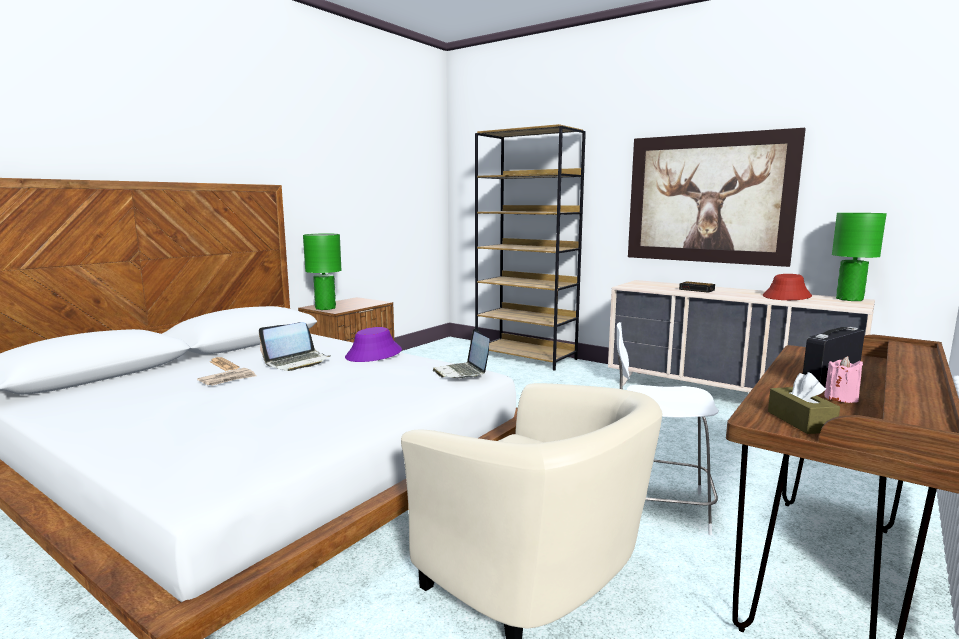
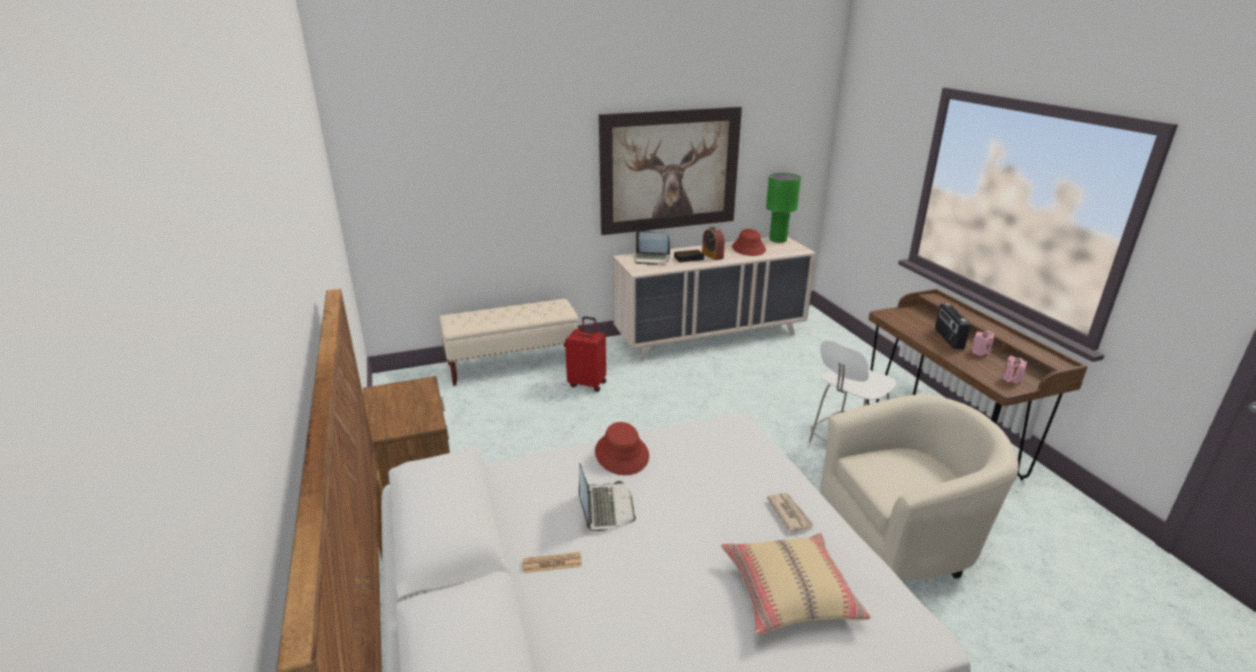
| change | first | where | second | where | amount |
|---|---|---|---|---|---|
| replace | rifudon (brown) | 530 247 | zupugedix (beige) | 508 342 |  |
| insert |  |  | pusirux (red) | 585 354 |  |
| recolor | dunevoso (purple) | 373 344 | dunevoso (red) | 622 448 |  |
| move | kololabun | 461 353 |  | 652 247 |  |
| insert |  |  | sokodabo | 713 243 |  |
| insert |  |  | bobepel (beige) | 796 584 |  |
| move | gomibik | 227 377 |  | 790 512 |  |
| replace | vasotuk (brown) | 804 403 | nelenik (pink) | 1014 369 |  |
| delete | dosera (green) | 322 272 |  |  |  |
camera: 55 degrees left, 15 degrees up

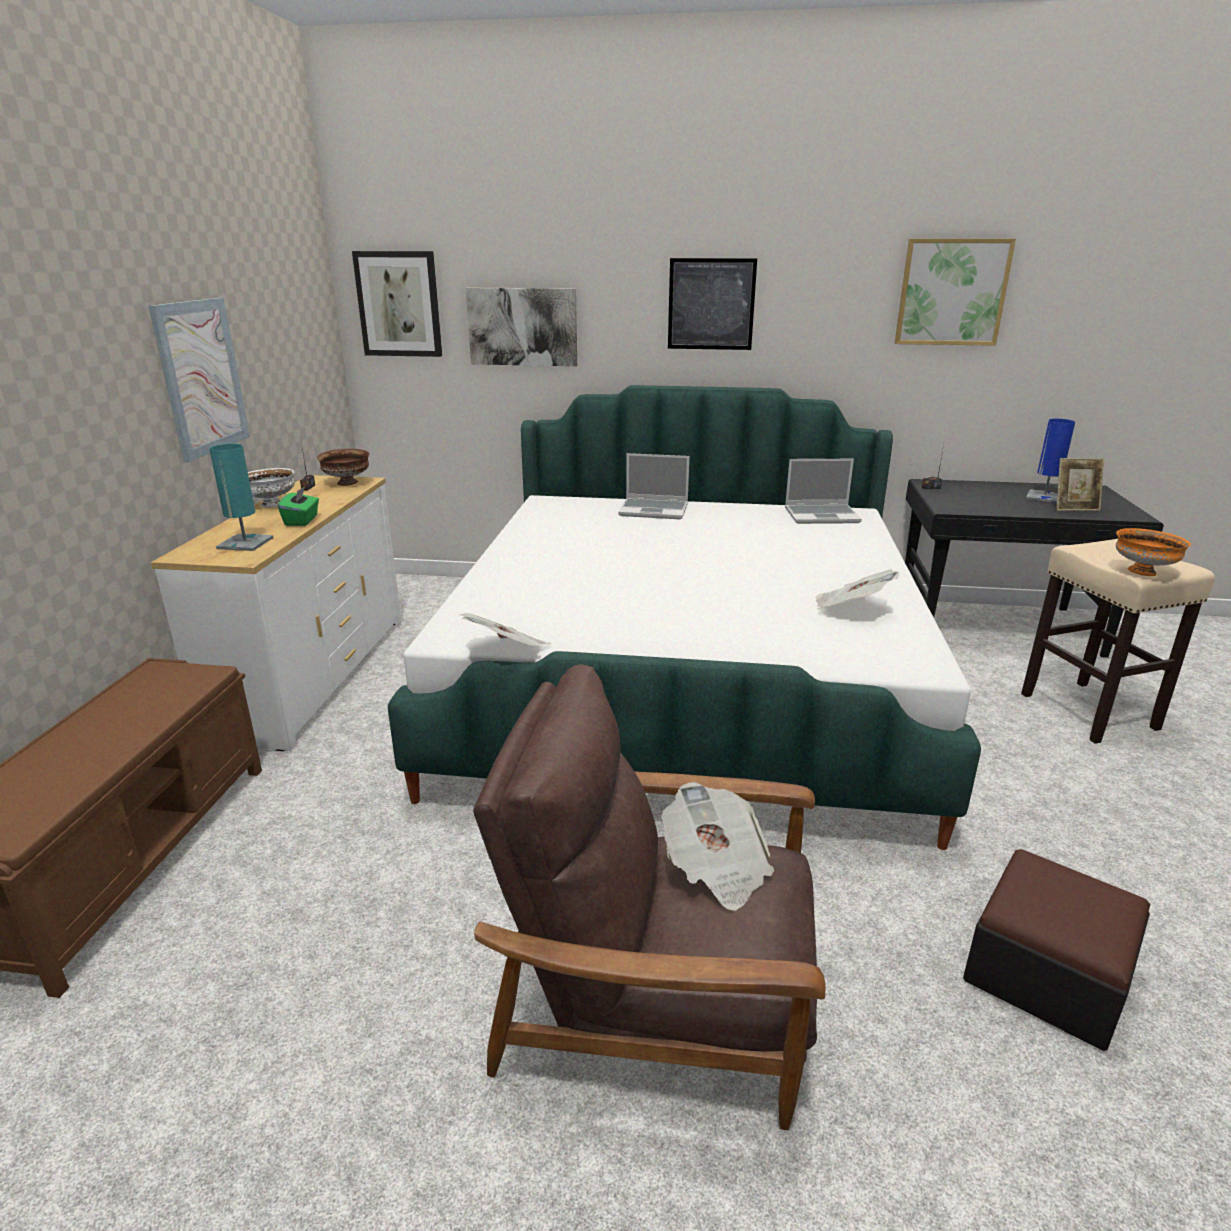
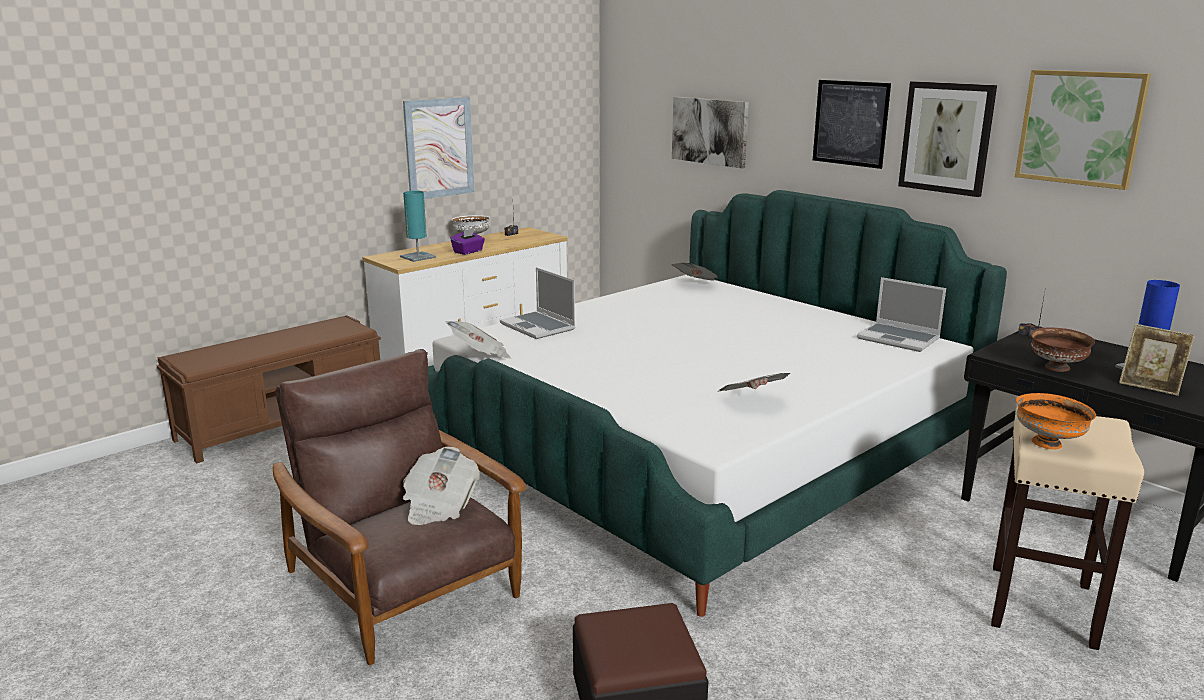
| change | first | where | second | where | amount |
|---|---|---|---|---|---|
| recolor | vasotuk (green) | 298 506 | vasotuk (purple) | 467 241 |  |
| move | kololabun | 654 486 |  | 538 303 |  |
| insert |  |  | gomibik | 694 272 |  |
| move | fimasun | 397 304 |  | 947 139 |  |
| move | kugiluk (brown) | 343 467 |  | 1063 349 |  |
camera: 40 degrees right, 5 degrees down

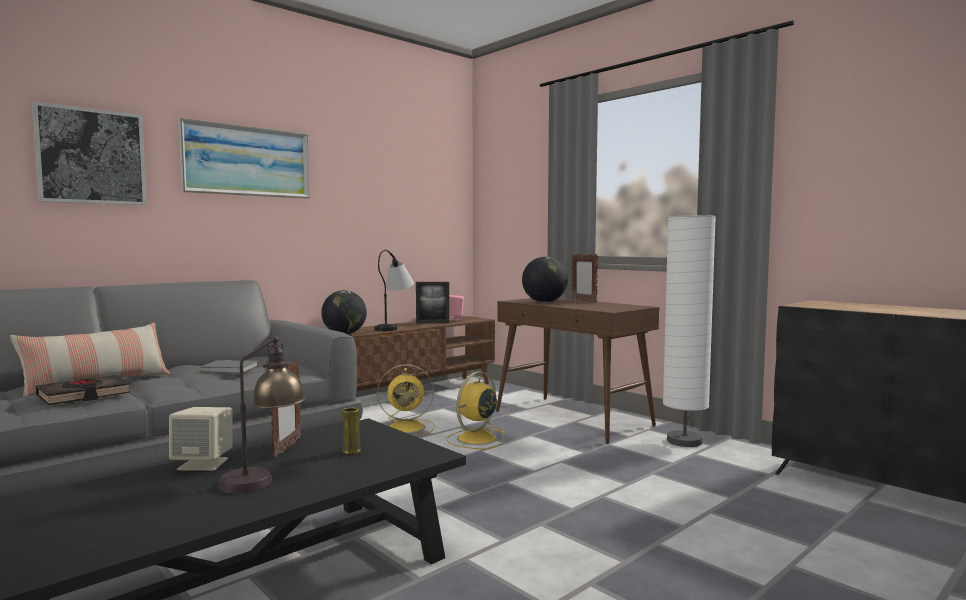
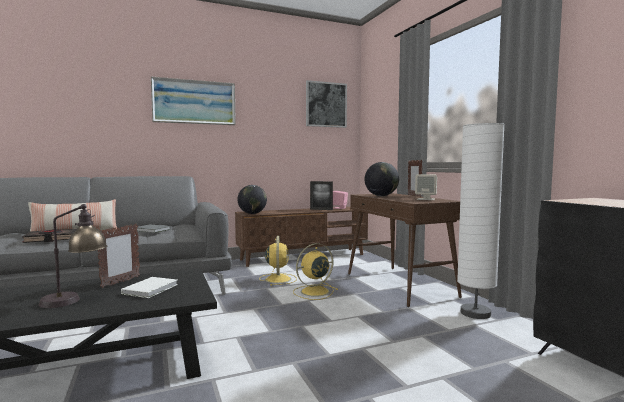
| change | first | where | second | where | amount |
|---|---|---|---|---|---|
| replace | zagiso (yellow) | 351 431 | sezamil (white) | 149 287 |  |
| rotate | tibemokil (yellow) | 406 400 |  | 278 261 | 105 degrees counterclockwise |
| move | fimasun | 89 153 |  | 326 104 |  |
| move | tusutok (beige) | 201 439 |  | 426 187 |  |
| delete | dosera | 394 290 |  |  |  |
camera: 20 degrees right, 0 degrees up

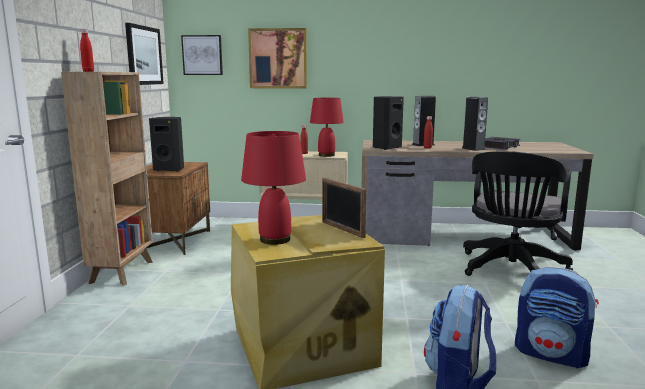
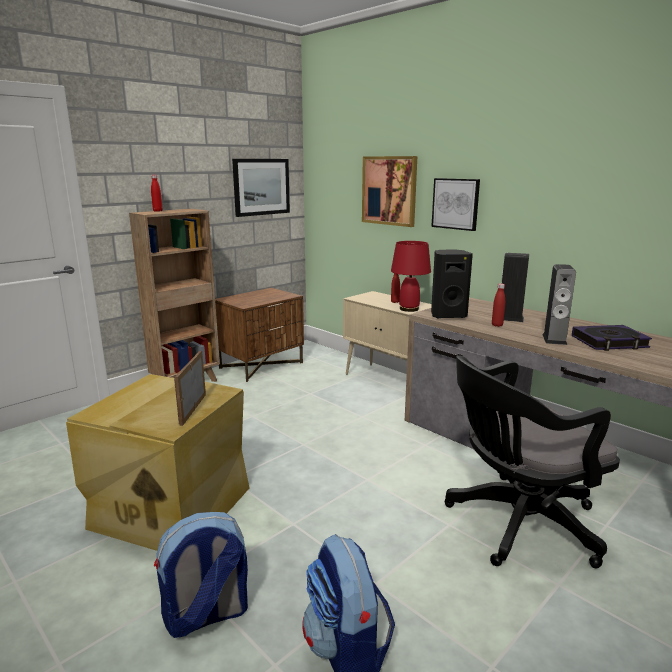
| change | first | where | second | where | amount |
|---|---|---|---|---|---|
| move | fimasun | 202 55 |  | 455 204 |  |
| delete | tusutok (black) | 166 144 |  |  |  |
| delete | dosera (red) | 273 188 |  |  |  |
camera: 40 degrees right, 5 degrees up

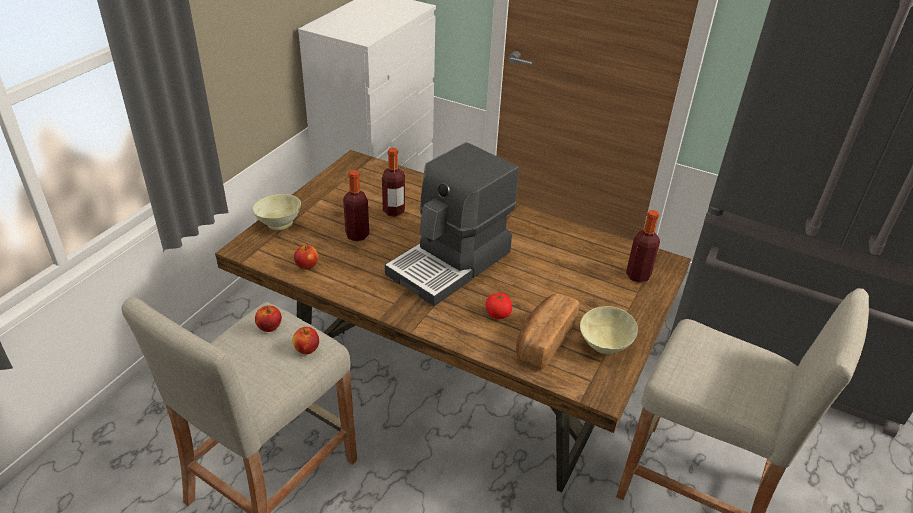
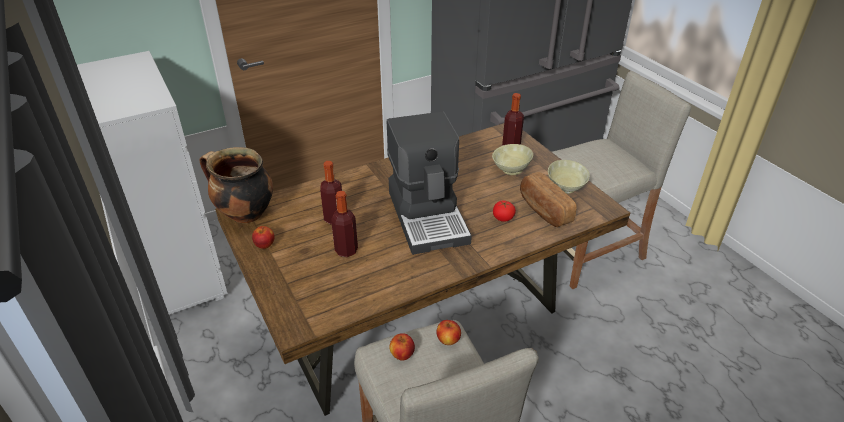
| change | first | where | second | where | amount |
|---|---|---|---|---|---|
| insert |  |  | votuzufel | 236 185 |  |
| move | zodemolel | 306 257 |  | 263 237 |  |
| move | kugiluk (beige) | 276 212 |  | 512 159 |  |
camera: 55 degrees left, 0 degrees up

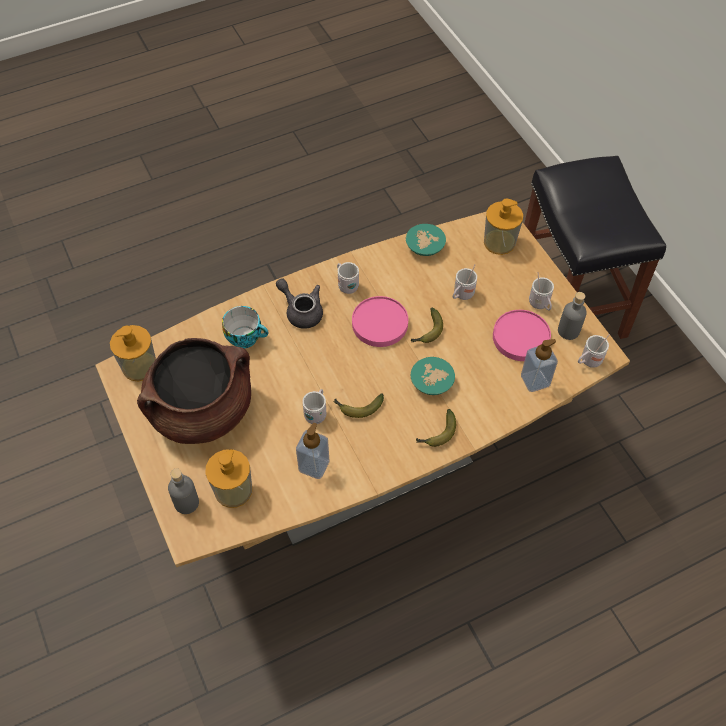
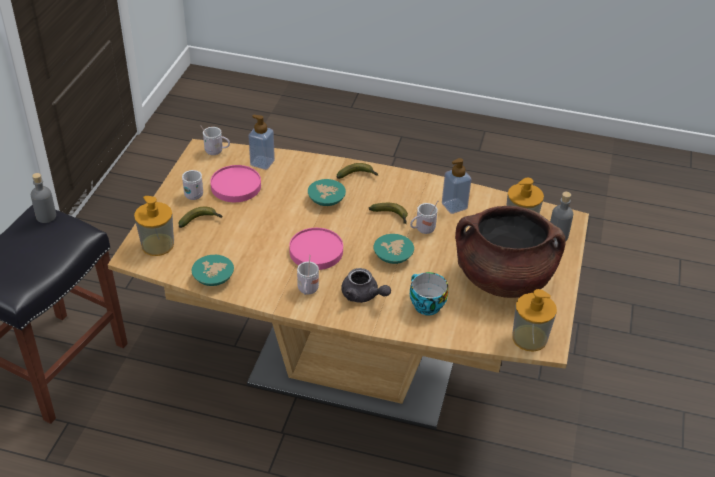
| change | first | where | second | where | amount |
|---|---|---|---|---|---|
| move | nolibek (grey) | 572 316 |  | 43 198 |  |
| move | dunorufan | 427 325 |  | 200 217 |  |
| rotate | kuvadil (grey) | 299 303 |  | 366 285 | 45 degrees counterclockwise |
| insert |  |  | kugiluk (turquoise) | 394 249 |  |
| delete | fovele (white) | 465 282 |  |  |  |
camera: 140 degrees left, 15 degrees down

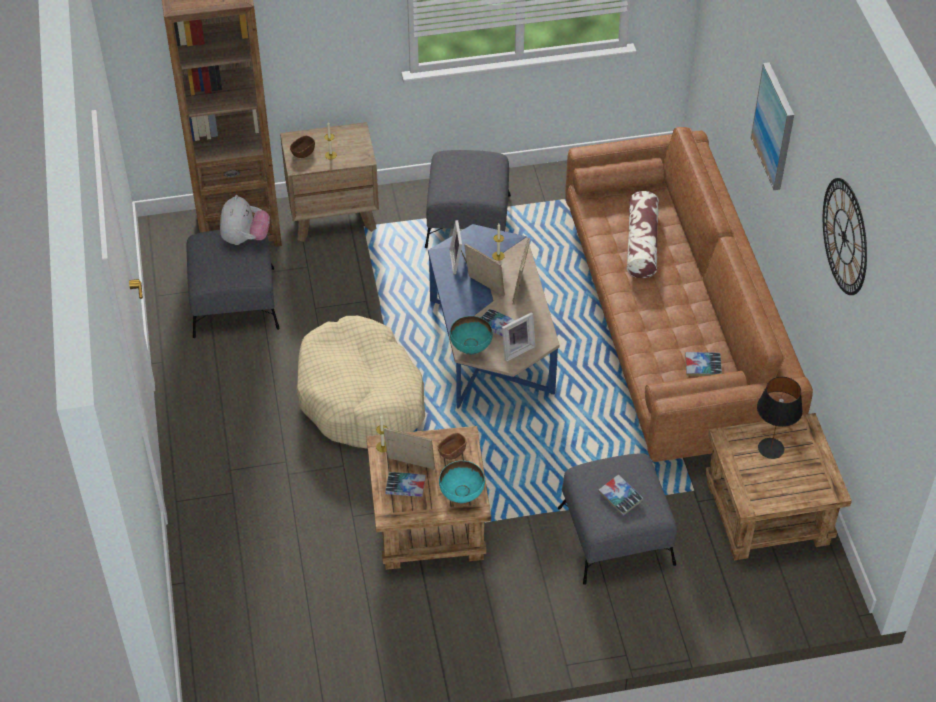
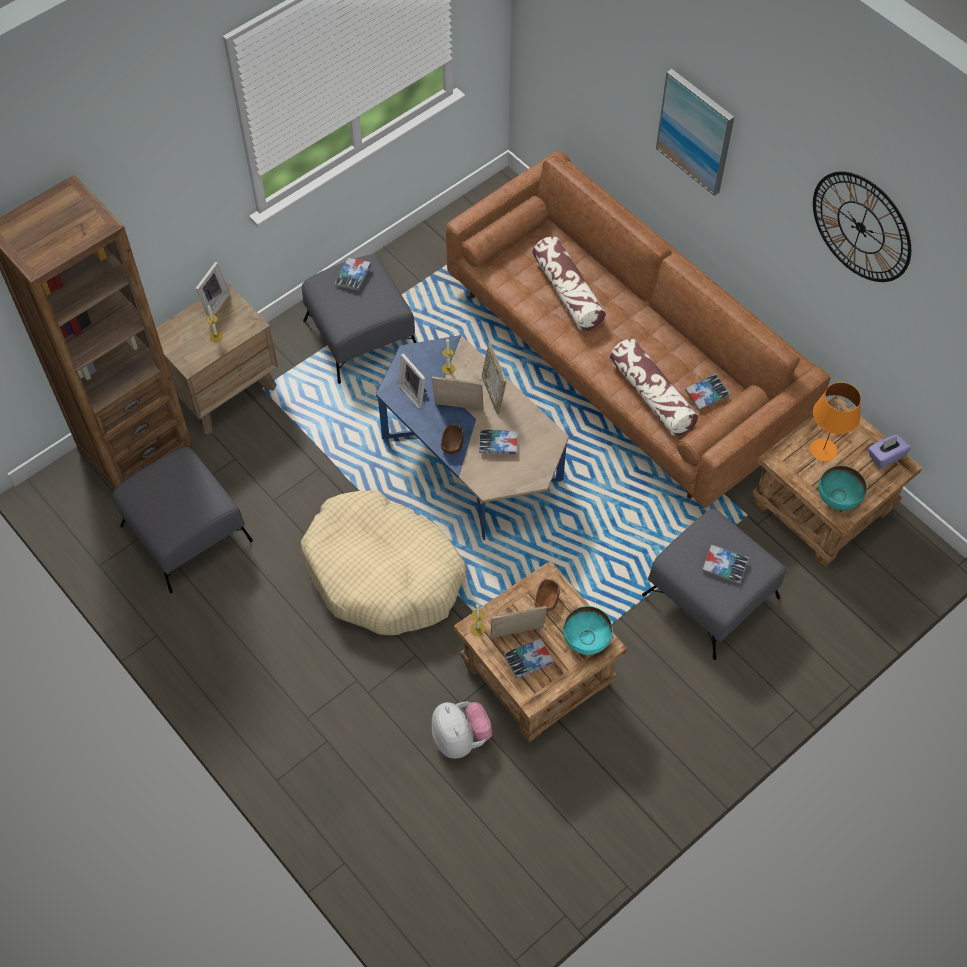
| change | first | where | second | where | amount |
|---|---|---|---|---|---|
| move | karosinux | 519 337 |  | 212 289 |  |
| insert |  |  | sezamil | 353 274 |  |
| move | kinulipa | 245 220 |  | 462 730 |  |
| move | kugiluk (brown) | 302 147 |  | 452 439 |  |
| insert |  |  | bobepel | 654 387 |  |
| recolor | dosera (black) | 780 418 | dosera (orange) | 835 421 |  |
| move | kugiluk (turquoise) | 471 335 |  | 842 488 |  |
| insert |  |  | vasotuk (purple) | 889 451 |  |
camera: 30 degrees left, 10 degrees up

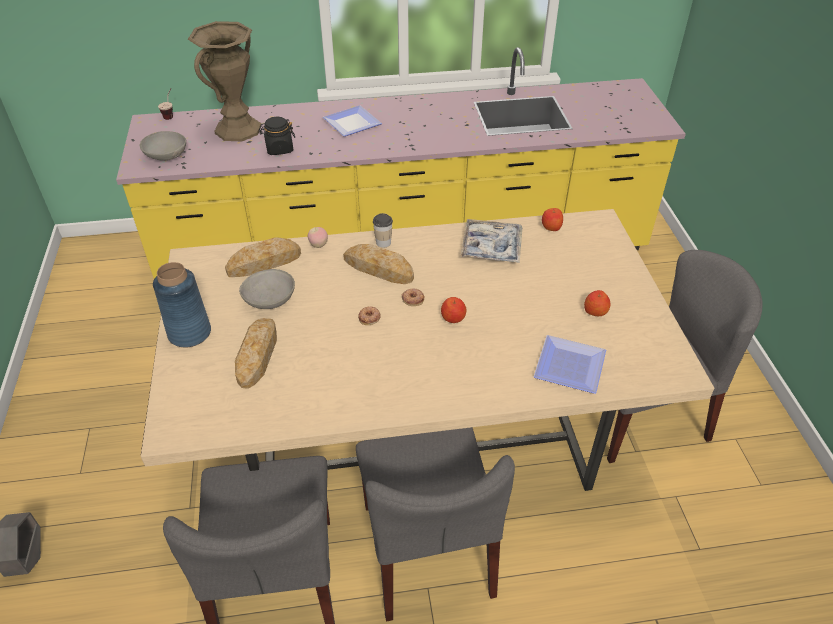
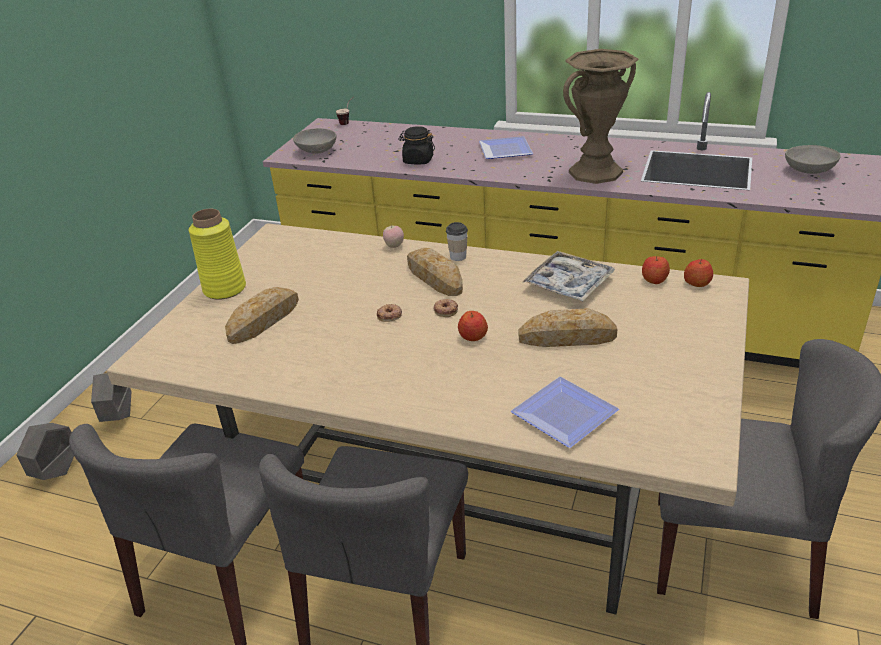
| change | first | where | second | where | amount |
|---|---|---|---|---|---|
| insert |  |  | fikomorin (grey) | 111 397 |  |
| recolor | zagiso (blue) | 182 304 | zagiso (yellow) | 217 254 |  |
| move | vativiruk | 263 257 |  | 568 327 |  |
| move | zagiso (brown) | 224 81 |  | 601 116 |  |
| move | zodemolel | 597 303 |  | 698 273 |  |
| move | kugiluk (grey) | 267 289 |  | 813 159 |  |
camera: 30 degrees right, 10 degrees down

